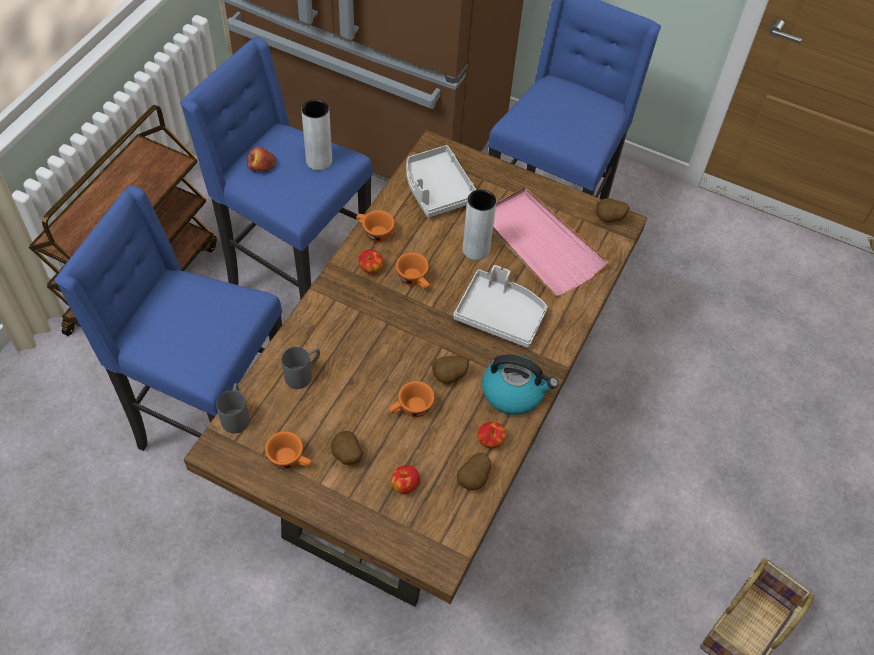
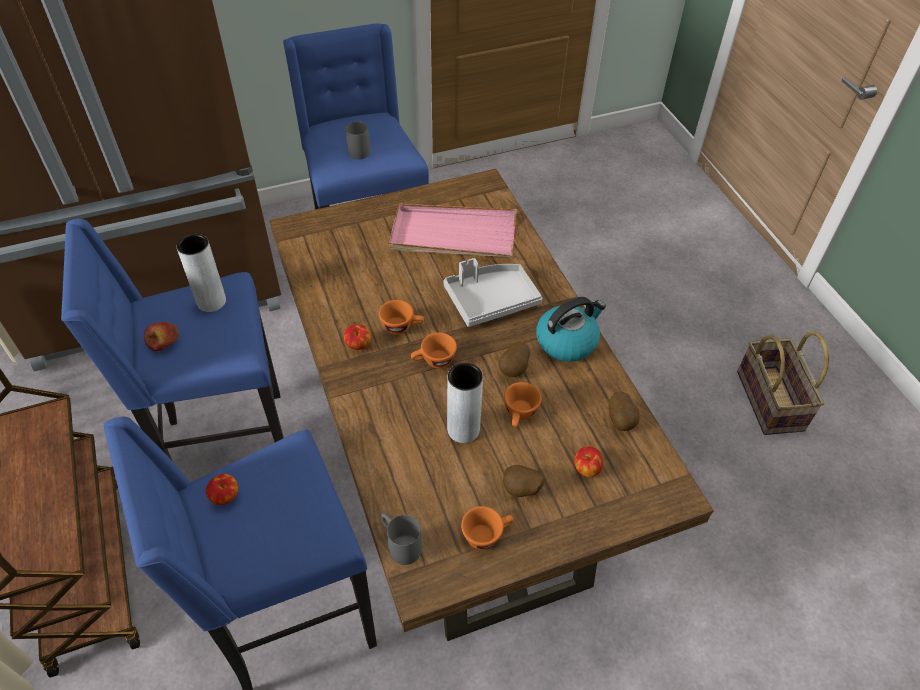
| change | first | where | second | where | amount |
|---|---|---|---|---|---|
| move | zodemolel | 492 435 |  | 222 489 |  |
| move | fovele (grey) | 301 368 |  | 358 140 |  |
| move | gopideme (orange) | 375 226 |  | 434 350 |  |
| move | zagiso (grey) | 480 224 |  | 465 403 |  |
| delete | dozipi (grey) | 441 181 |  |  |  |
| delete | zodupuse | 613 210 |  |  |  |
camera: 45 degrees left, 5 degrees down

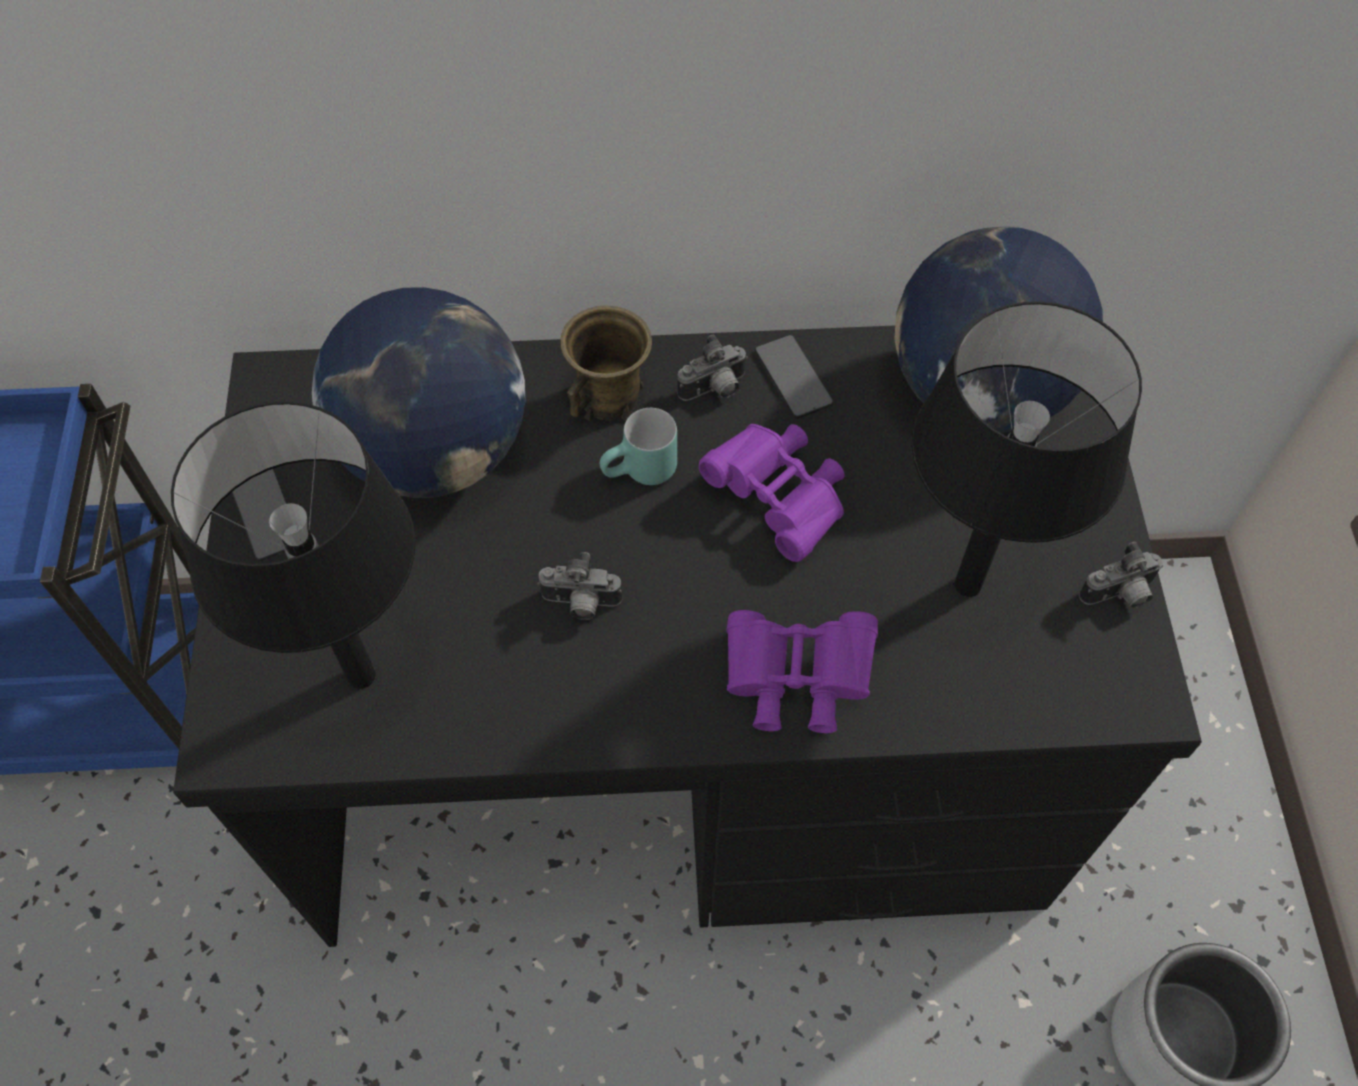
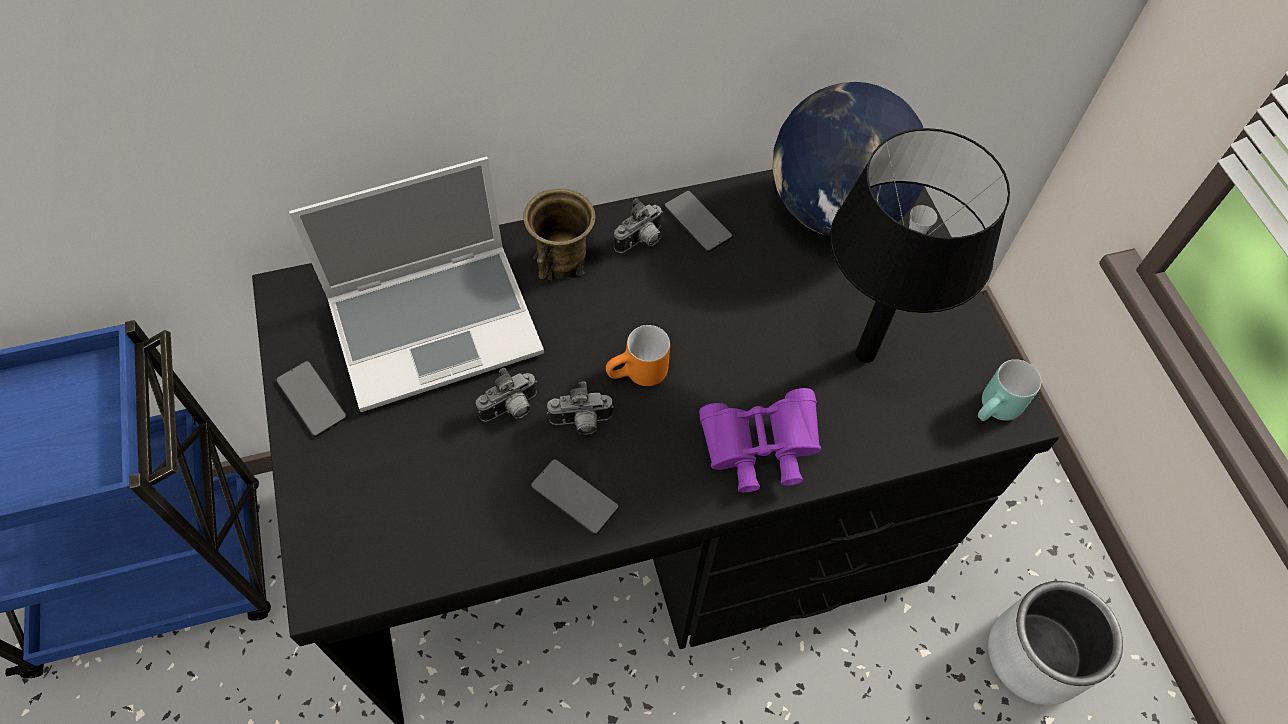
| change | first | where | second | where | amount |
|---|---|---|---|---|---|
| replace | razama | 419 392 | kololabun | 416 284 |  |
| move | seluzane | 1121 575 |  | 506 395 |  |
| insert |  |  | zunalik | 574 497 |  |
| insert |  |  | fovele (orange) | 638 355 |  |
| move | fovele (turquoise) | 638 446 |  | 1009 390 |  |
| delete | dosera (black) | 293 545 |  |  |  |
| delete | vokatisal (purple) | 771 493 |  |  |  |
camera: 15 degrees left, 0 degrees up

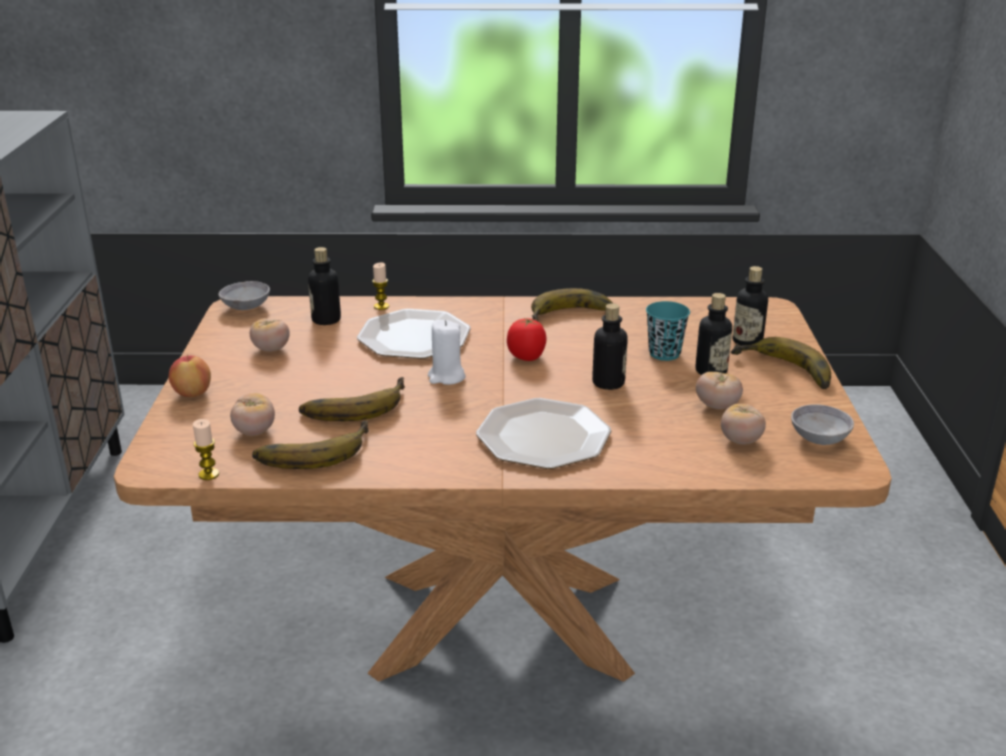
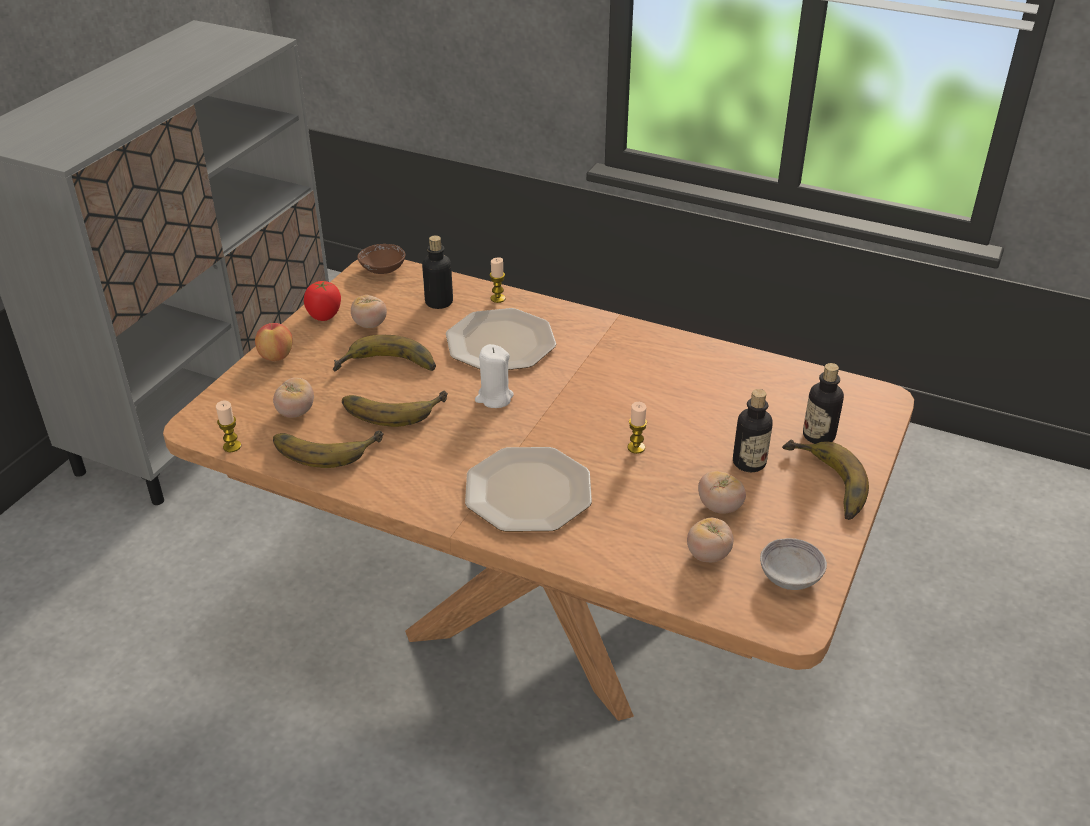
| change | first | where | second | where | amount |
|---|---|---|---|---|---|
| move | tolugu | 527 339 |  | 322 301 |  |
| move | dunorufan | 572 304 |  | 384 353 |  |
| recolor | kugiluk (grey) | 244 295 | kugiluk (brown) | 381 259 |  |
| replace | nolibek | 610 346 | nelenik | 637 428 |  |
| delete | gopideme (turquoise) | 668 331 |  |  |  |
camera: 25 degrees right, 10 degrees up

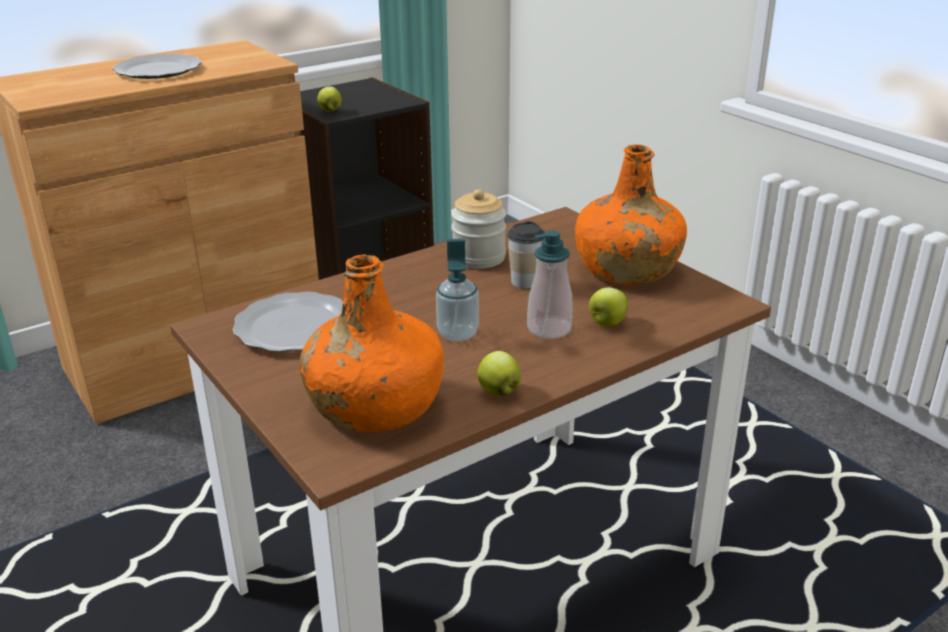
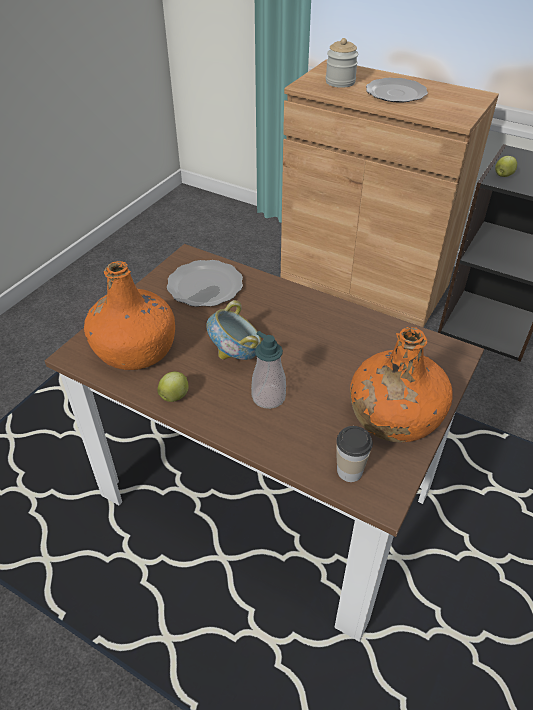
| change | first | where | second | where | amount |
|---|---|---|---|---|---|
| replace | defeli | 457 290 | kugiluk | 234 330 |  |
| move | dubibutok | 478 229 |  | 342 63 |  |
| move | gopideme | 526 255 |  | 354 454 |  |
| delete | zodemolel | 608 306 |  |  |  |
camera: 65 degrees right, 15 degrees up

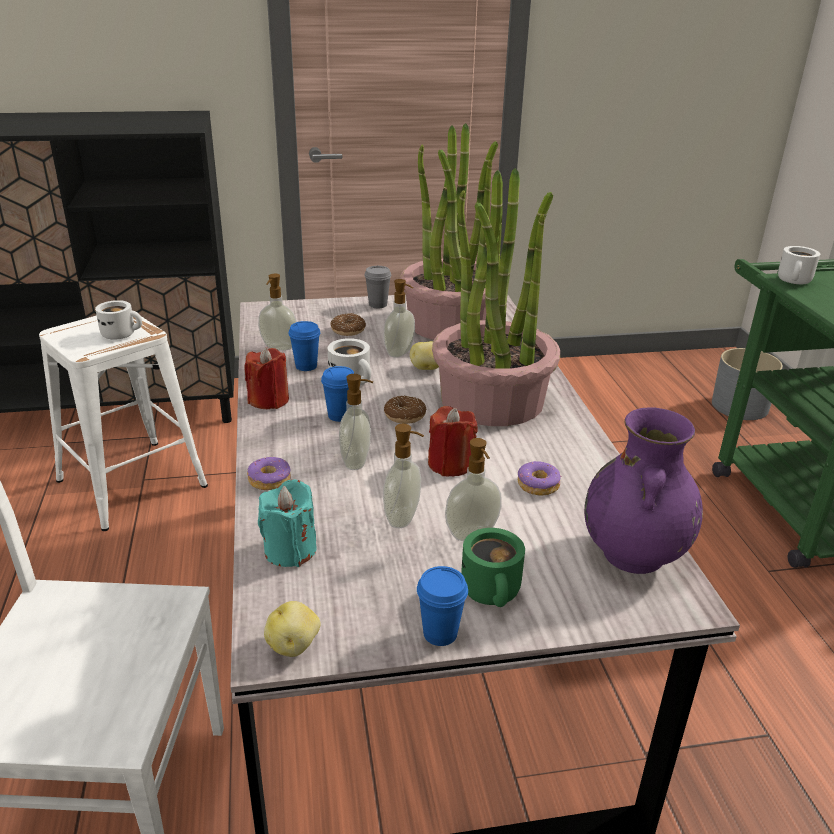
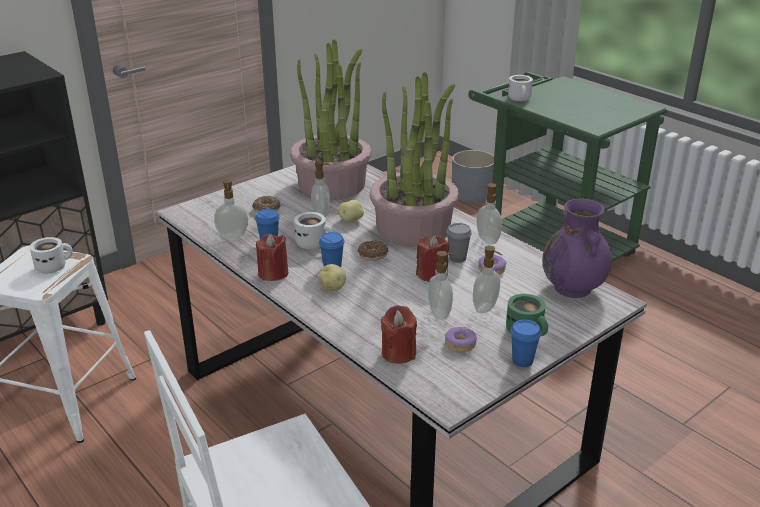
| change | first | where | second | where | amount |
|---|---|---|---|---|---|
| move | zodupuse | 292 629 |  | 332 277 |  |
| recolor | nelenik (turquoise) | 287 523 | nelenik (red) | 398 334 |  |
| move | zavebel | 269 473 |  | 461 339 |  |
| move | gopideme (grey) | 377 287 |  | 459 243 |  |
| move | defeli | 356 422 |  | 489 213 |  |
camera: 30 degrees left, 0 degrees up

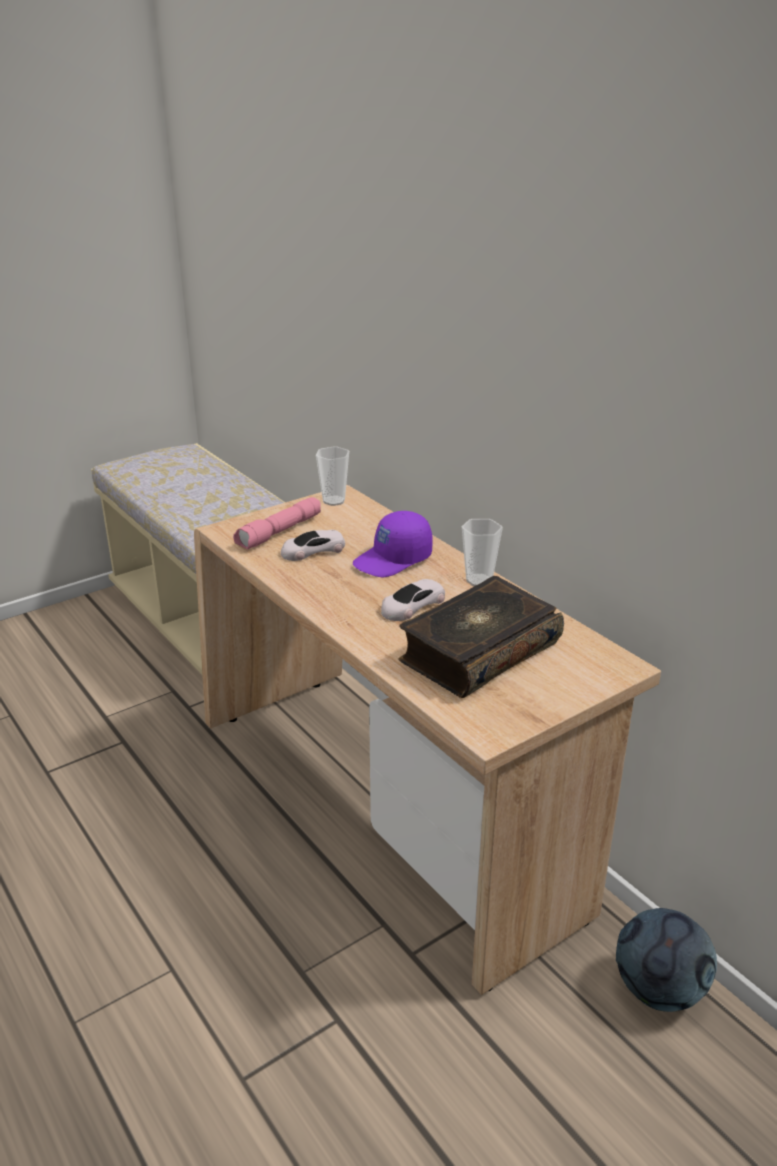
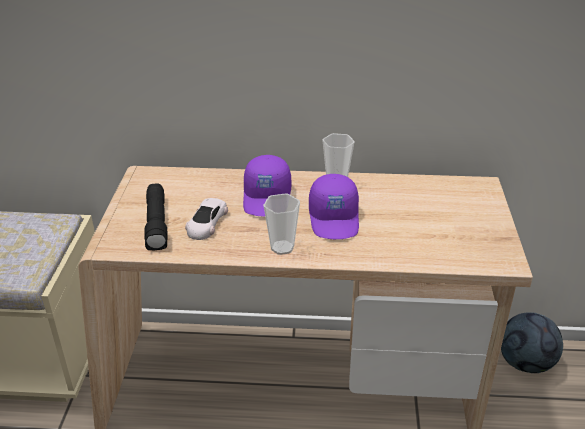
| change | first | where | second | where | amount |
|---|---|---|---|---|---|
| recolor | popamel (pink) | 277 523 | popamel (black) | 156 217 |  |
| move | gopideme | 332 476 |  | 281 224 |  |
| replace | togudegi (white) | 413 600 | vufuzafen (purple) | 334 206 |  |
| delete | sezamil | 481 637 |  |  |  |
camera: 50 degrees left, 5 degrees up

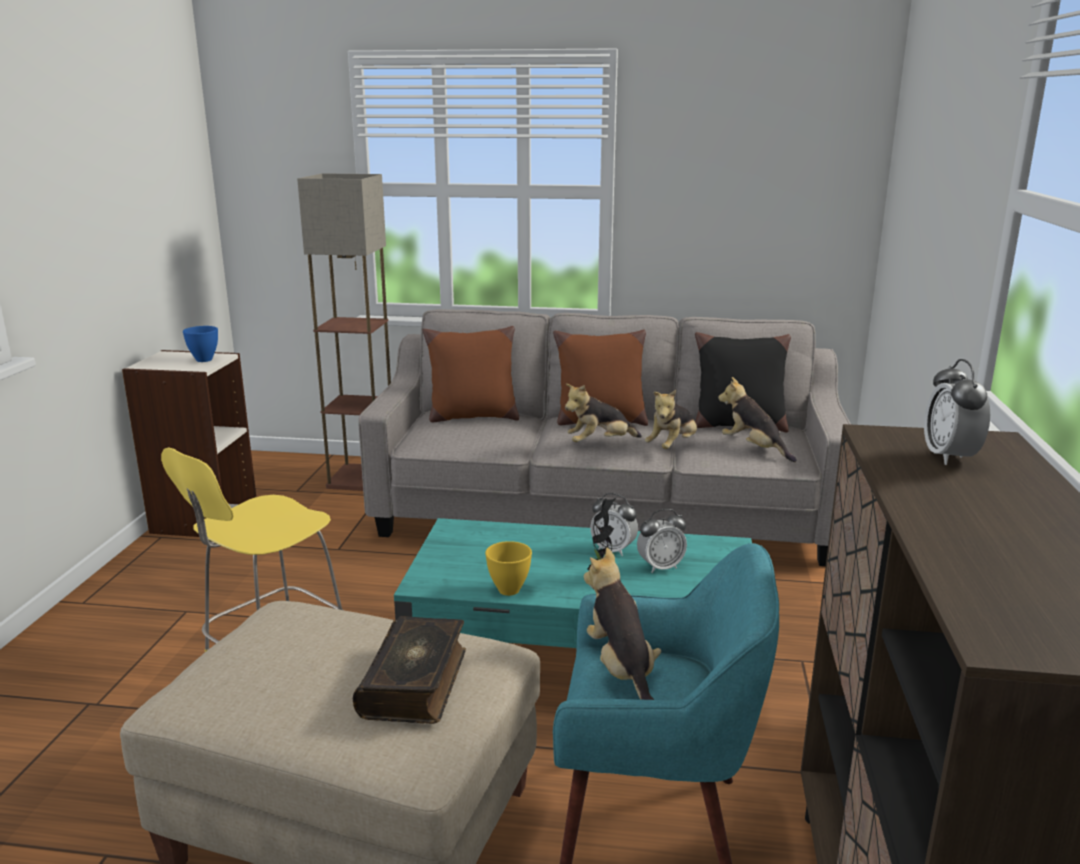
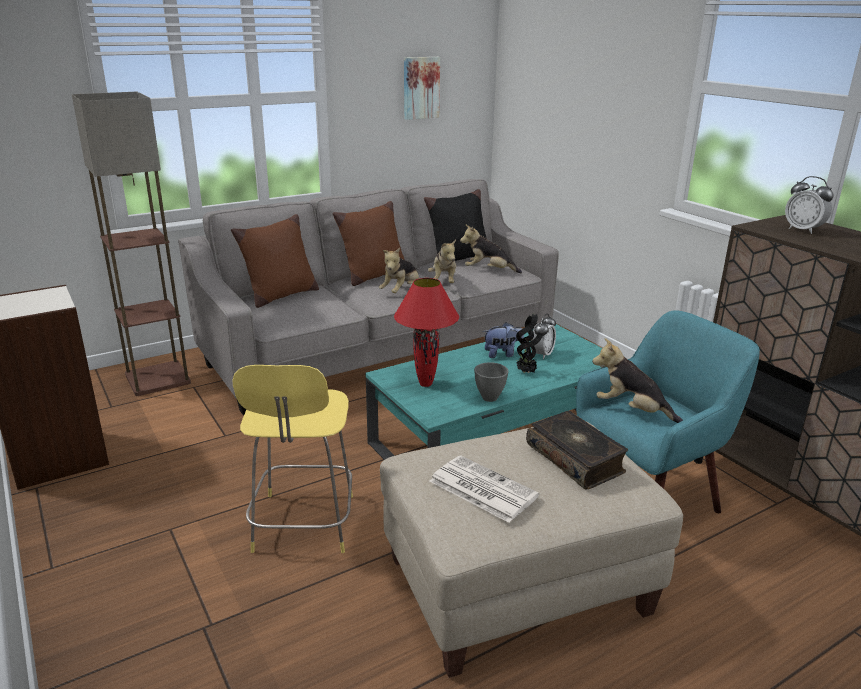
| change | first | where | second | where | amount |
|---|---|---|---|---|---|
| insert |  |  | dosera (red) | 426 332 |  |
| insert |  |  | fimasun | 422 88 |  |
| insert |  |  | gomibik | 484 489 |  |
| recolor | kugiluk (yellow) | 508 568 | kugiluk (grey) | 491 382 |  |
| replace | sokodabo | 614 524 | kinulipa | 503 340 |  |
| delete | kugiluk (blue) | 200 344 |  |  |  |
camera: 40 degrees left, 5 degrees up

